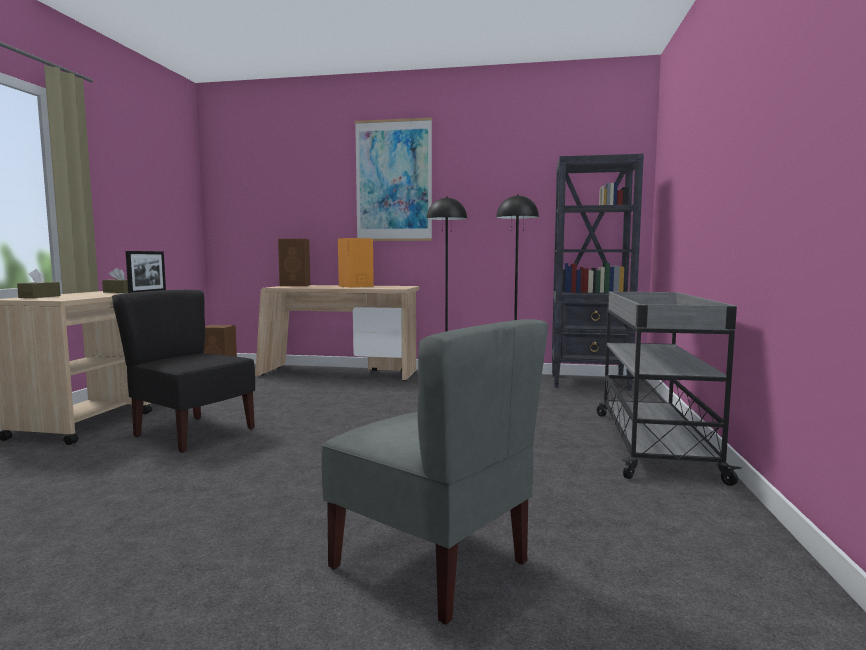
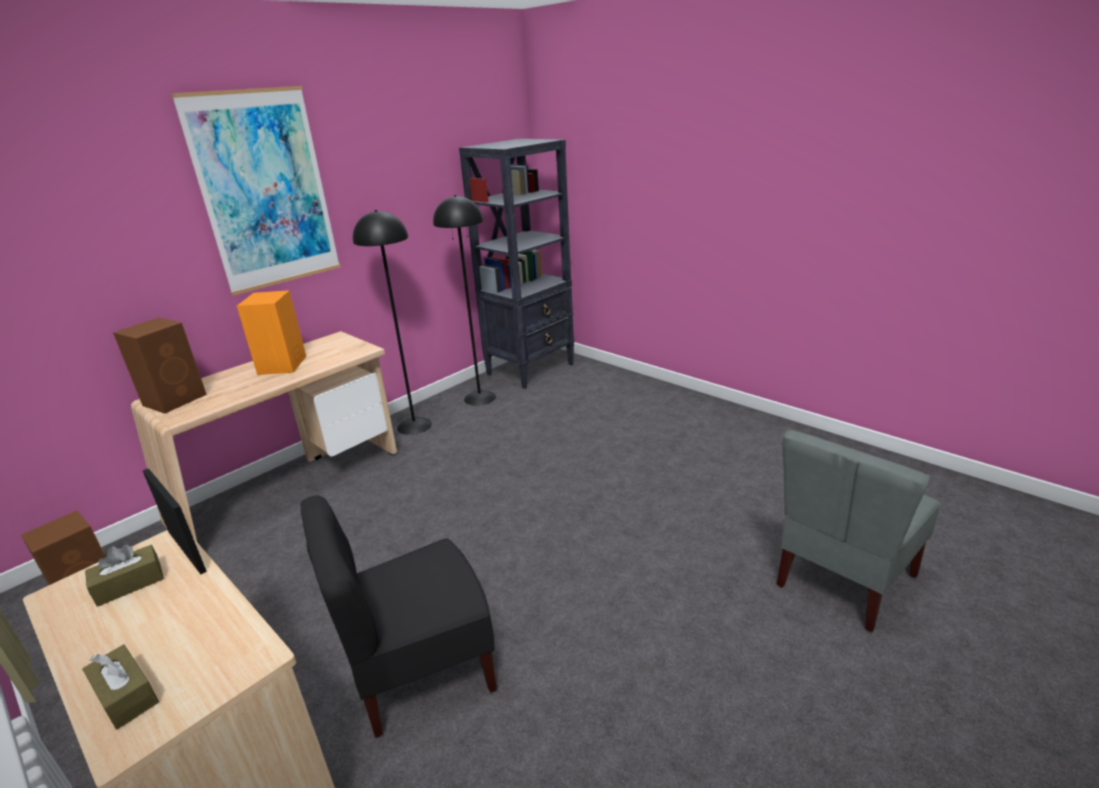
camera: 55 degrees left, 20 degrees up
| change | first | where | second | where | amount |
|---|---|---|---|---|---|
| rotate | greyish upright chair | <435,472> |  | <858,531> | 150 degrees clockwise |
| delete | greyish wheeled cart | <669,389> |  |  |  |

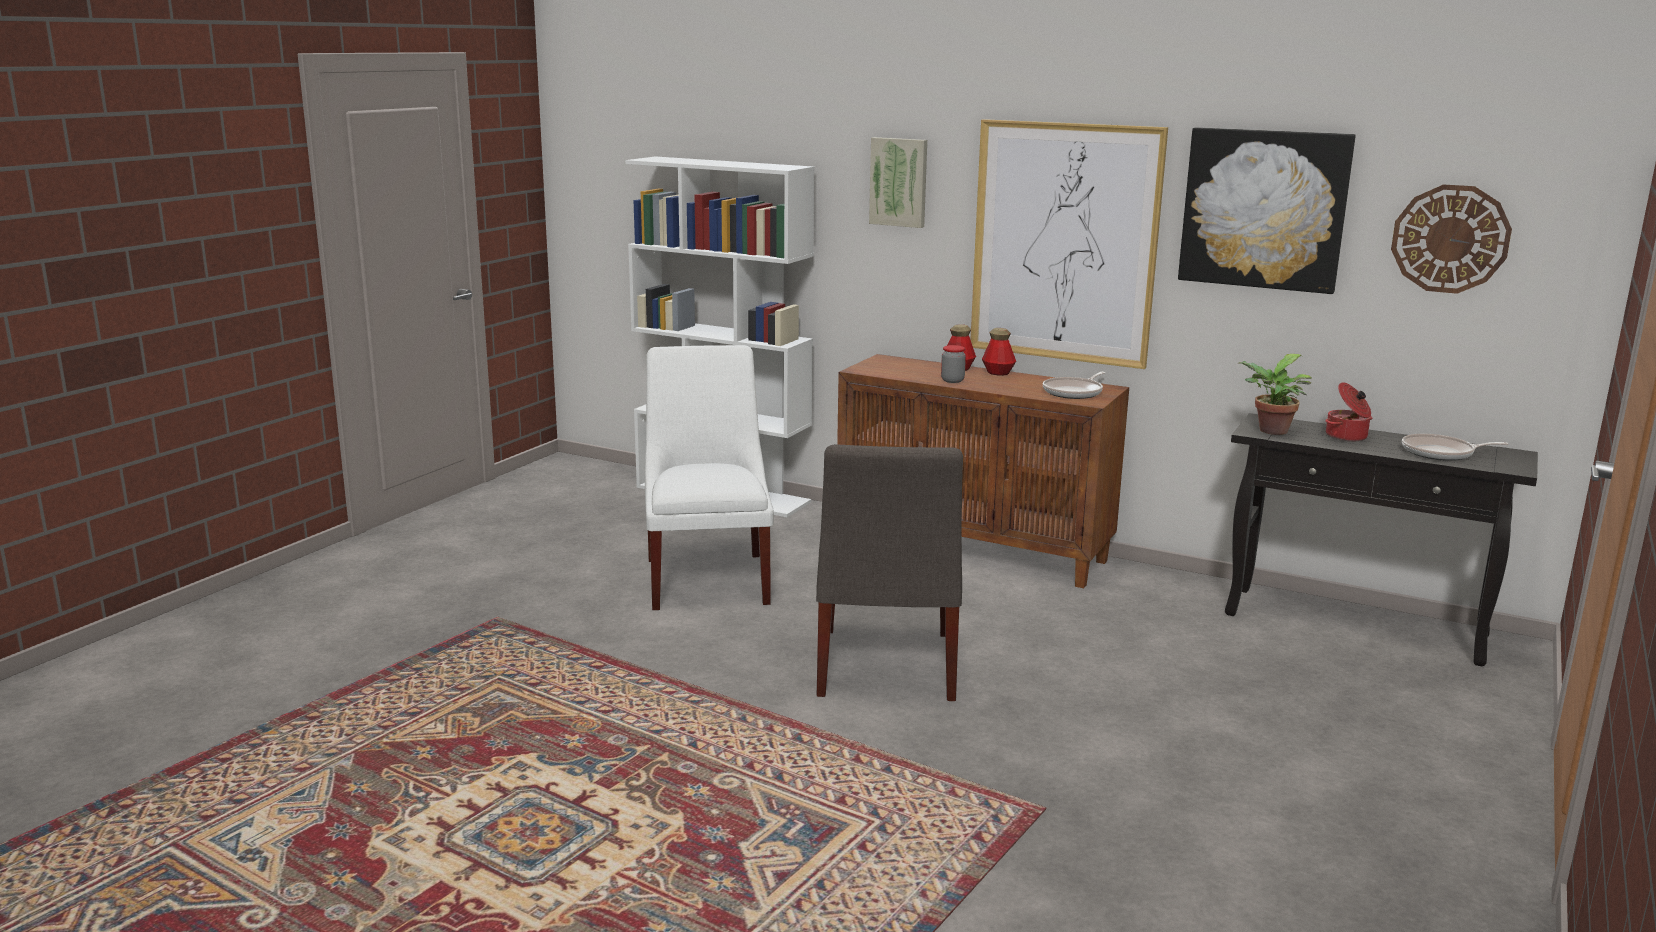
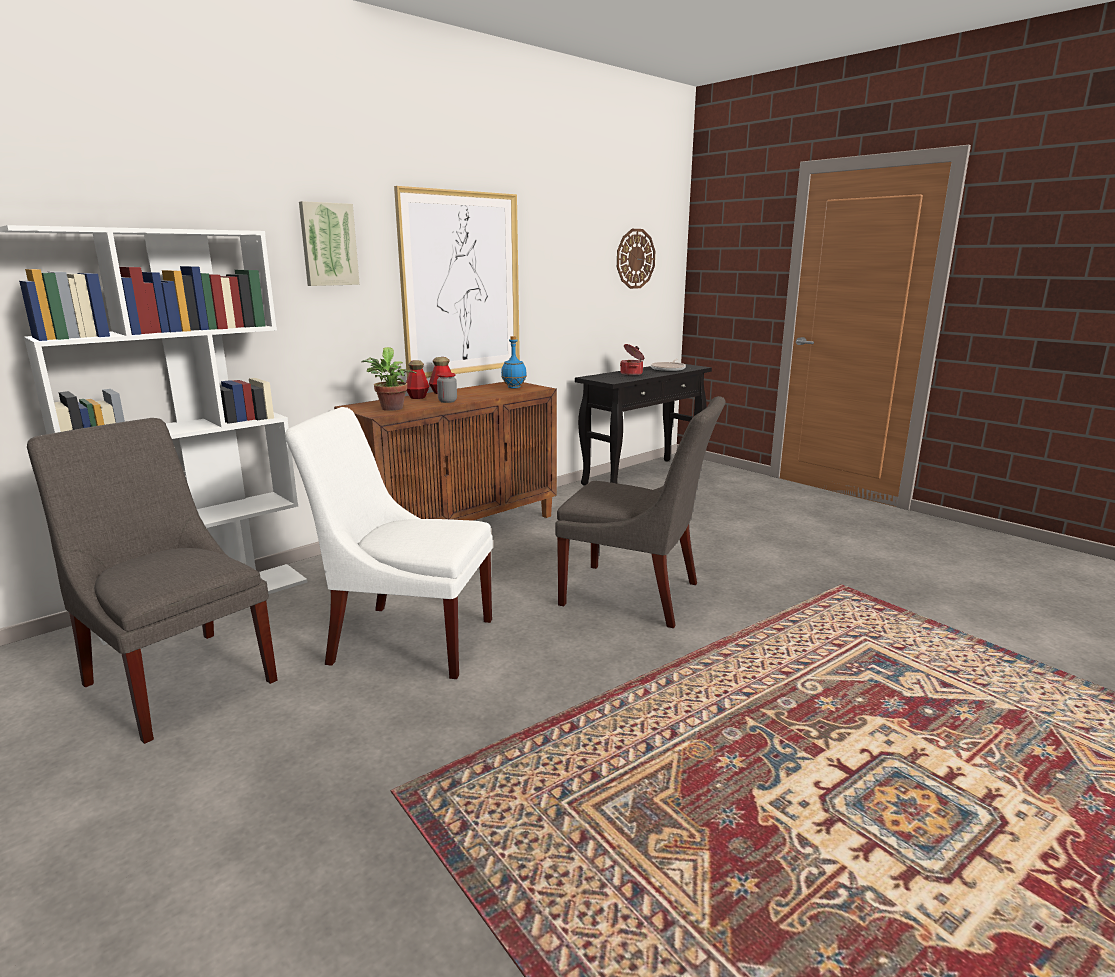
camera: 70 degrees left, 0 degrees up
| change | first | where | second | where | amount |
|---|---|---|---|---|---|
| replace | frying pan | <1074,385> | blue-coloured beverage bottle | <514,362> |  |
| delete | wall art | <1267,210> |  |  |  |
| move | plant in a pot | <1274,394> |  | <389,379> |  |
| insert |  |  | greyish upright chair | <152,581> |  |

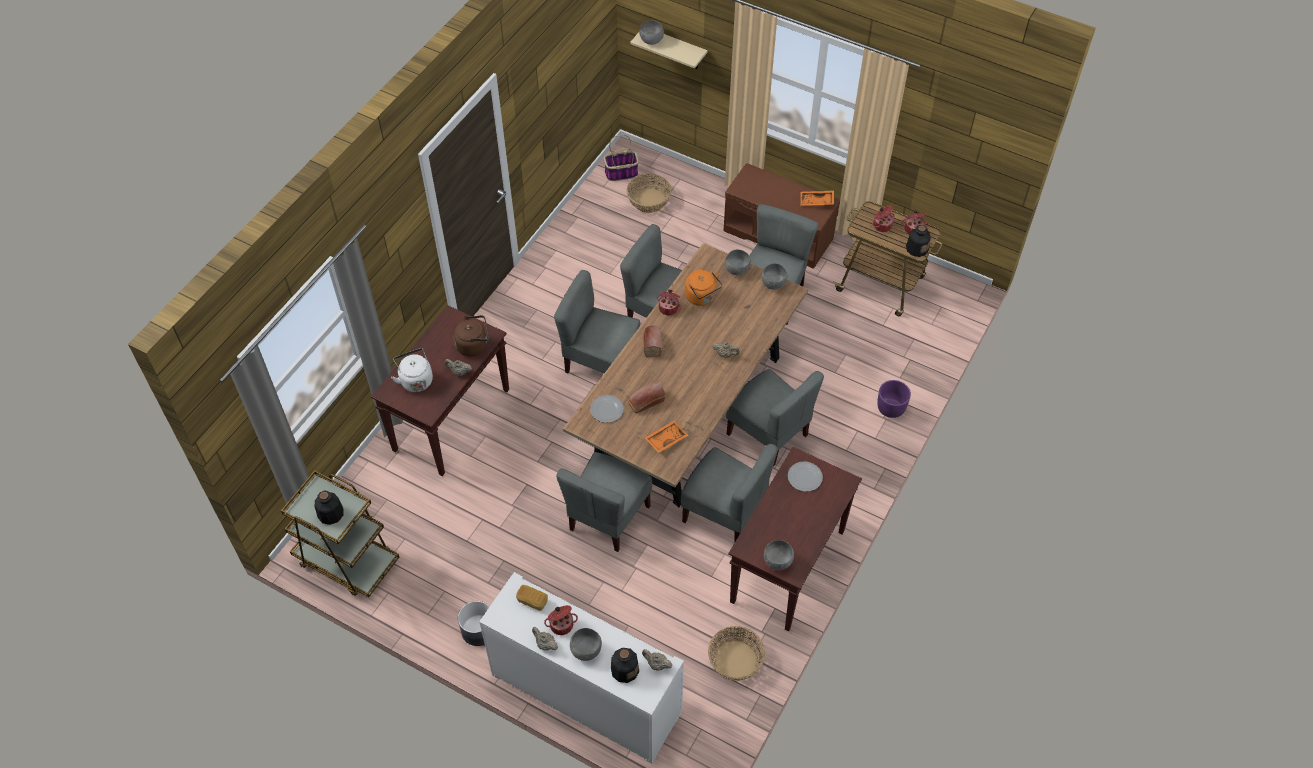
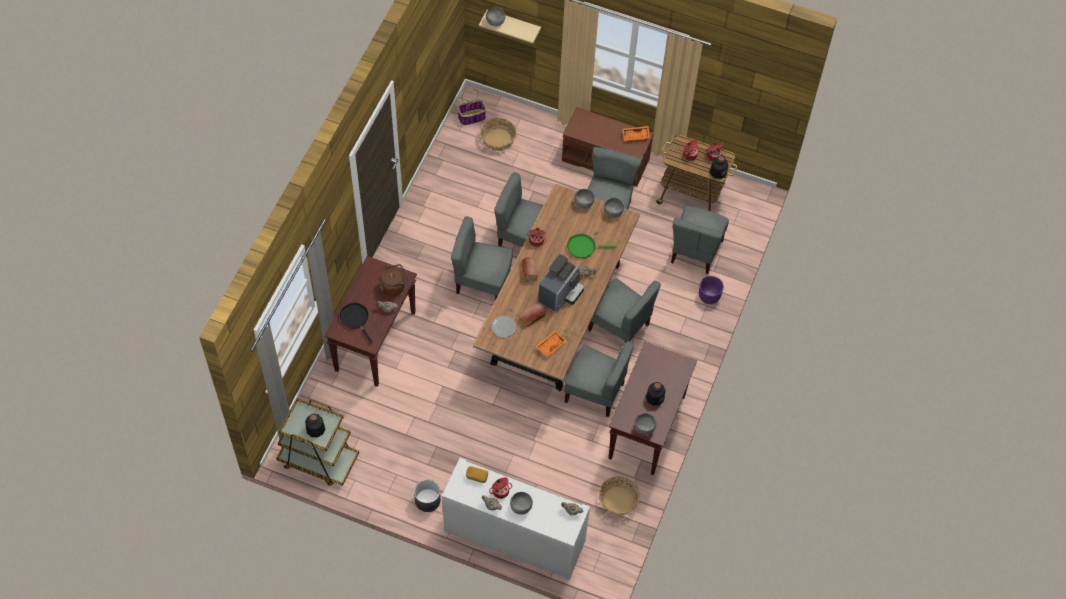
camera: 10 degrees left, 5 degrees up
| change | first | where | second | where | amount |
|---|---|---|---|---|---|
| replace | whitish tea kettle | <412,370> | blackish frying pan | <356,323> |  |
| move | greyish upright chair | <604,502> |  | <700,240> |  |
| move | beverage bottle | <625,665> |  | <655,393> |  |
| delete | orange-coloured tea kettle | <703,288> |  |  |  |
| delete | flat dish | <805,477> |  |  |  |
| insert |  |  | coffee machine | <561,283> |  |
| insert |  |  | green frying pan | <591,246> |  |

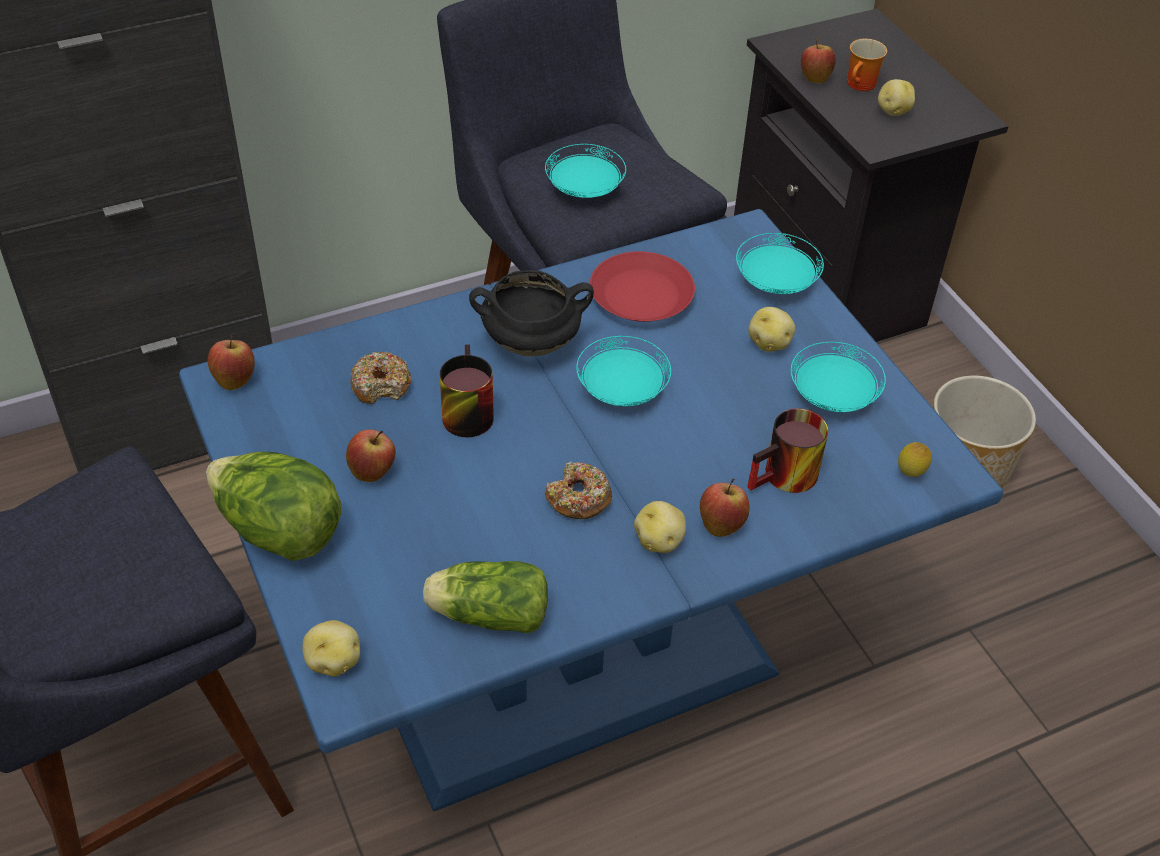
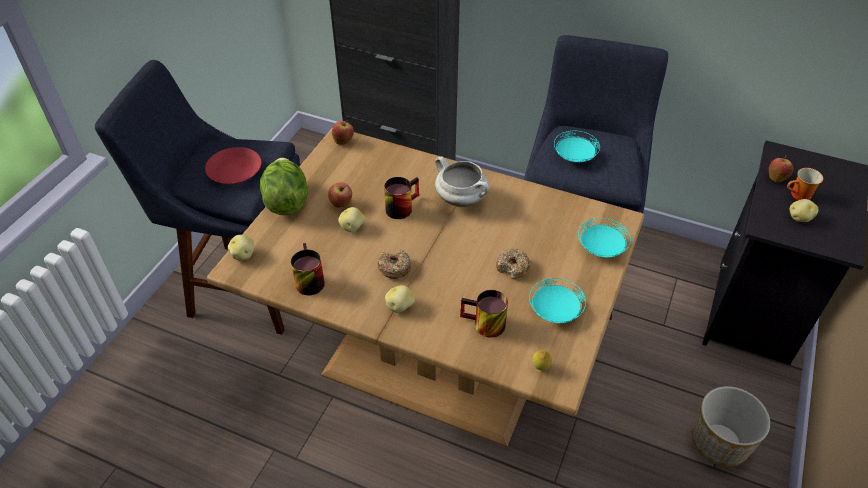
camera: 50 degrees right, 0 degrees up
| change | first | where | second | where | amount |
|---|---|---|---|---|---|
| recolor | blue-coloured kitchen table | <591,510> | brownish kitchen table | <425,287> |  |
| move | donut | <380,378> |  | <513,263> |  |
| replace | lettuce | <485,597> | coffee mug | <308,269> |  |
| recolor | blackish saucepot | <531,313> | whitish saucepot | <462,181> |  |
| delete | blue-green flat dish | <623,371> |  |  |  |
| move | reddish flat dish | <642,286> |  | <233,165> |  |
| delete | apple fruit | <725,508> |  |  |  |
| move | potato | <771,329> |  | <351,219> |  |

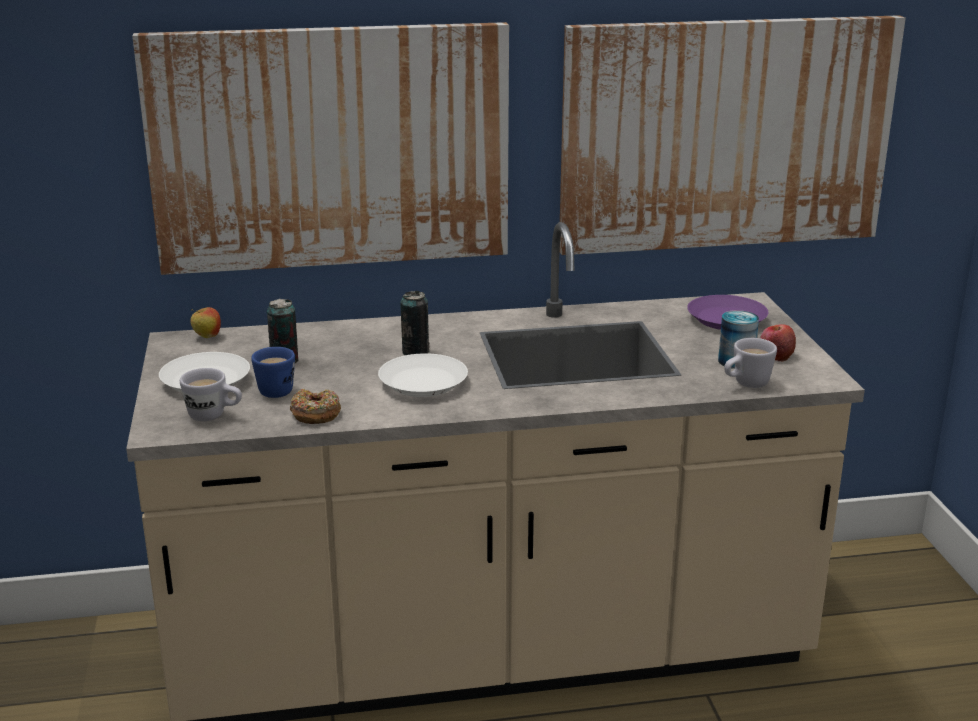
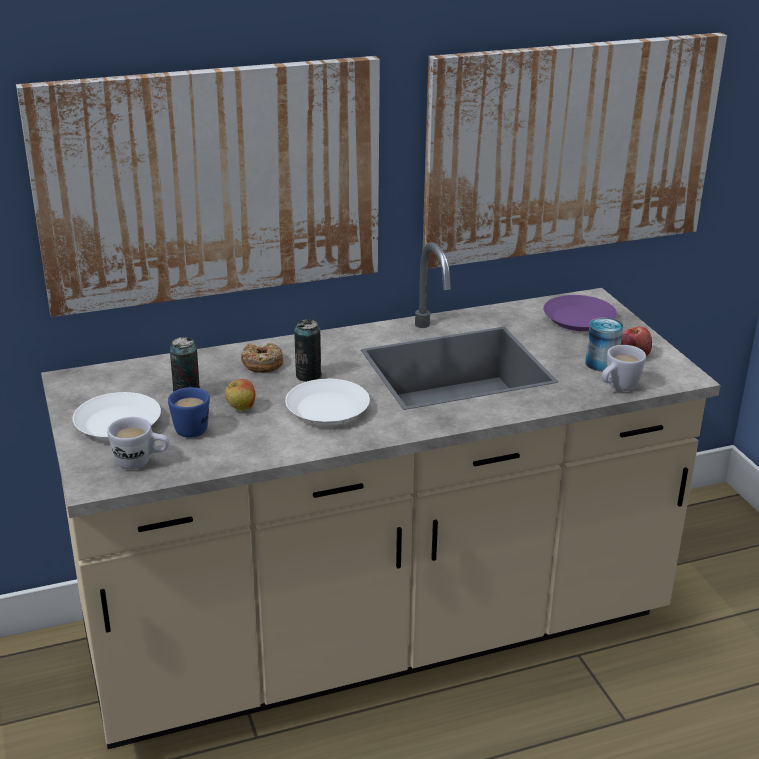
camera: 10 degrees left, 5 degrees up
| change | first | where | second | where | amount |
|---|---|---|---|---|---|
| move | apple fruit | <205,322> |  | <240,395> |  |
| move | donut | <315,406> |  | <262,358> |  |

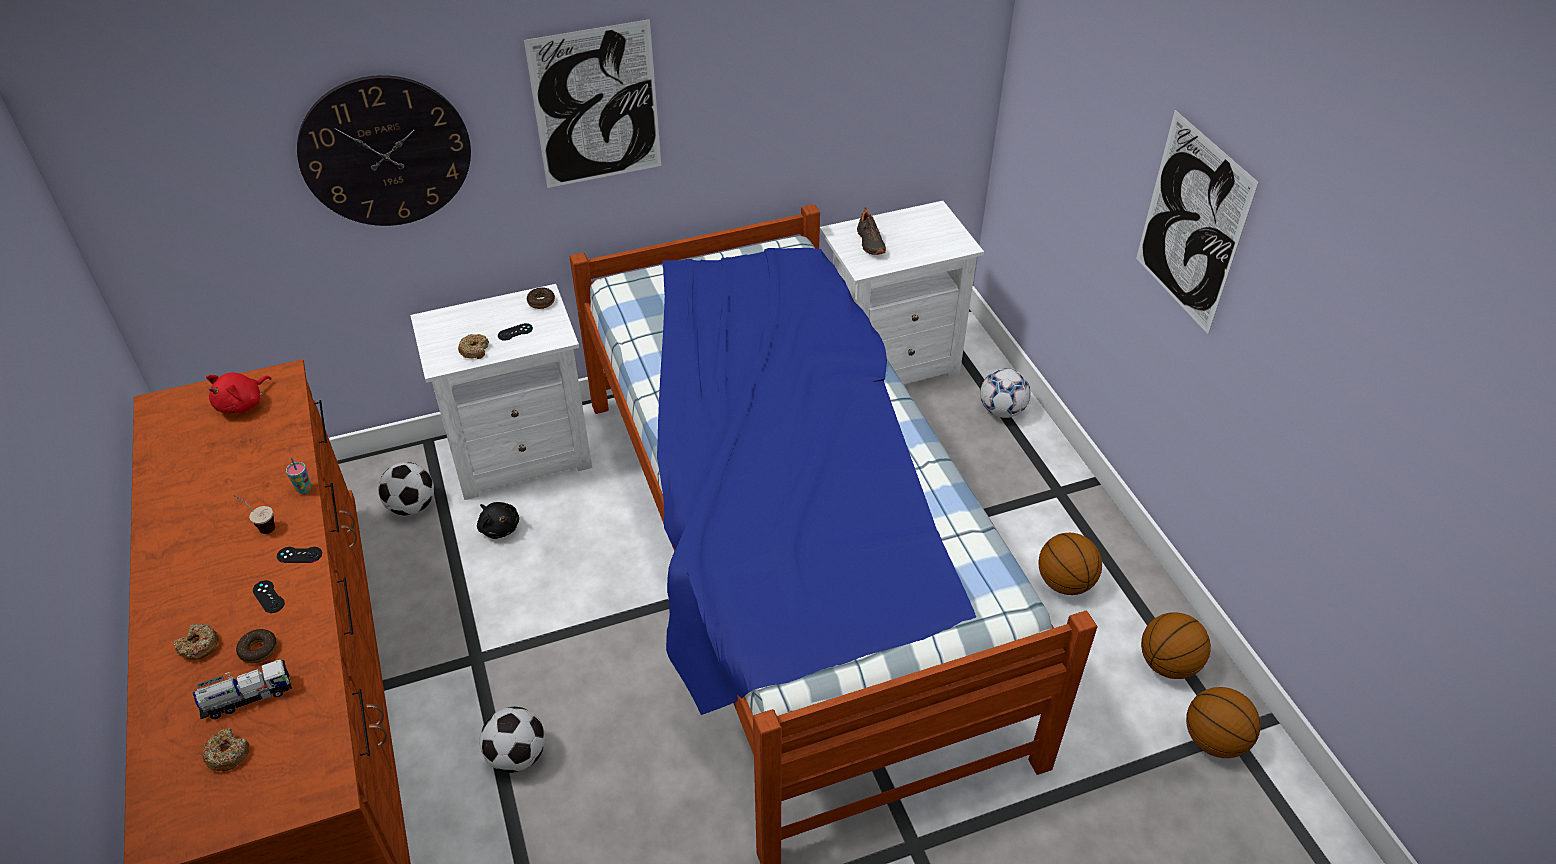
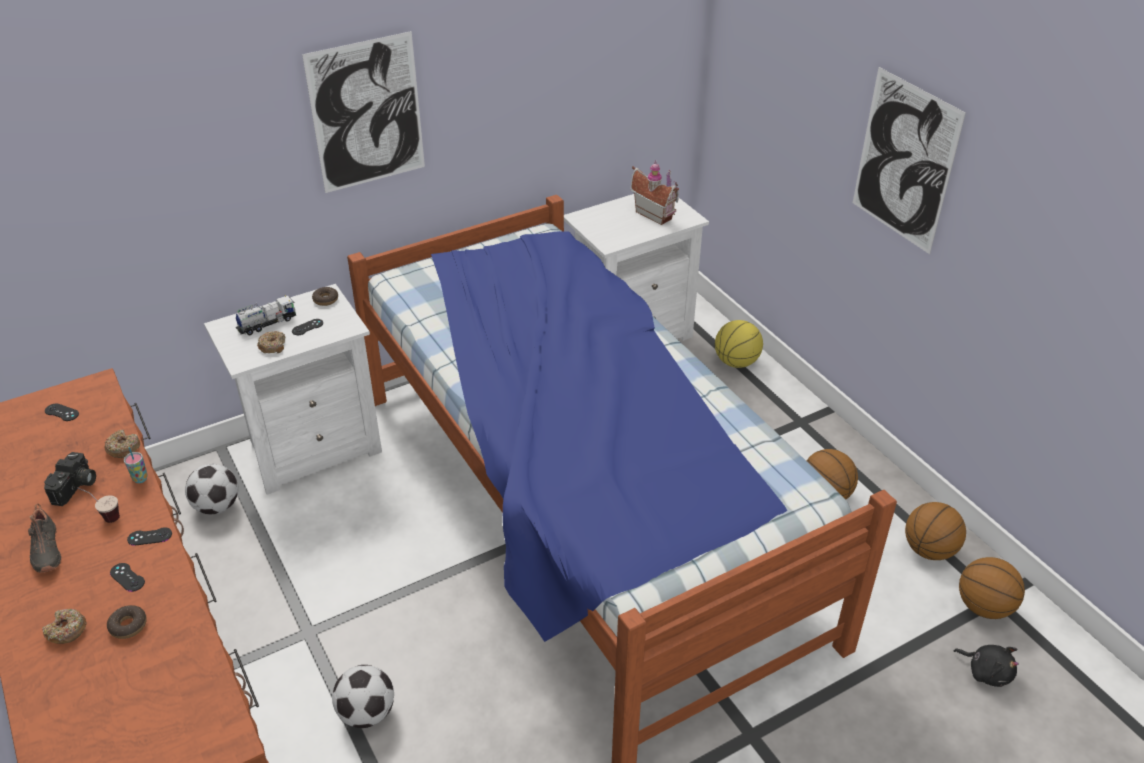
camera: 10 degrees left, 5 degrees down
| change | first | where | second | where | amount |
|---|---|---|---|---|---|
| move | model truck | <242,689> |  | <266,315> |  |
| move | donut | <226,749> |  | <122,444> |  |
| replace | reddish cuddly toy | <238,393> | blackish gamepad | <62,412> |  |
| delete | clock on the wall | <384,150> |  |  |  |
| move | blackish cuddly toy | <498,520> |  | <986,666> |  |
| move | blackish item of footwear | <871,231> |  | <45,538> |  |
| replace | football | <1005,393> | ball for basketball | <739,344> |  |
| insert |  |  | still camera | <70,479> |  |
| insert |  |  | toy house | <654,192> |  |

